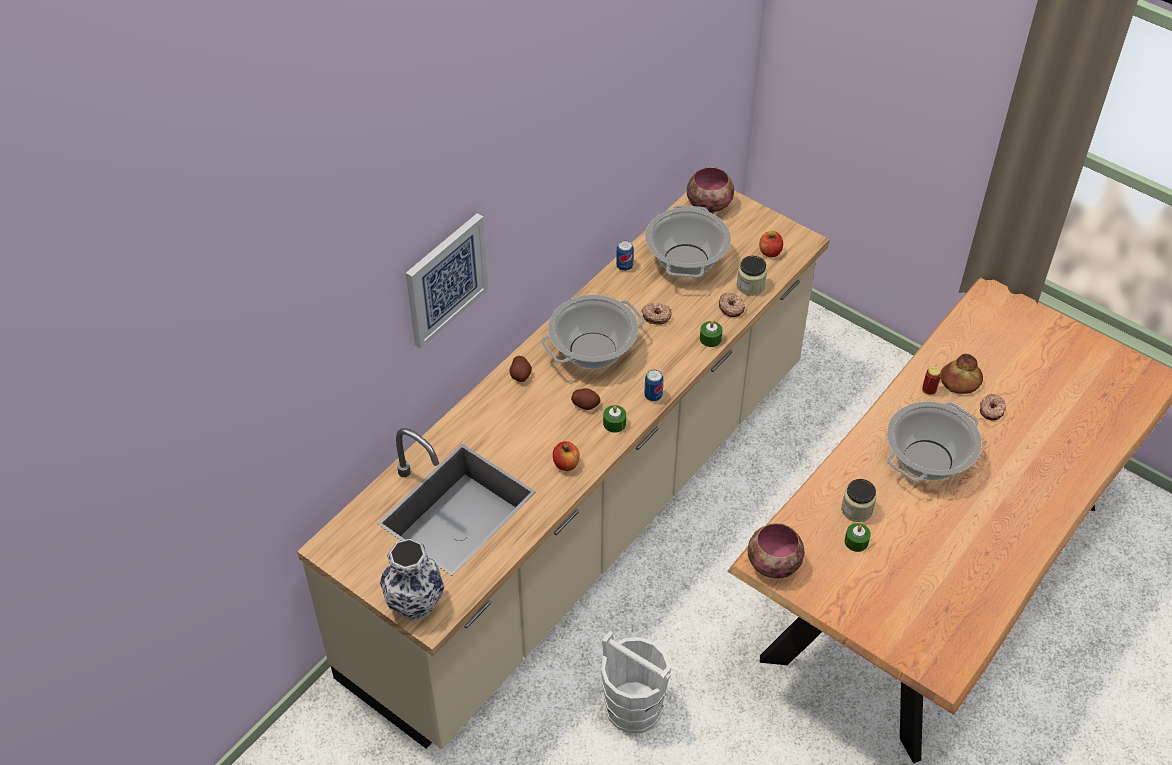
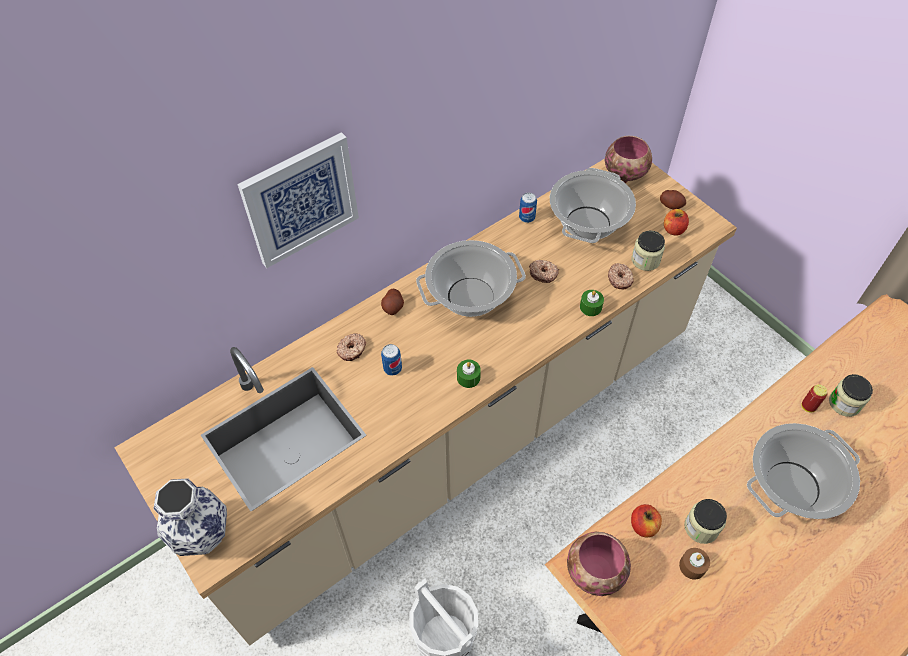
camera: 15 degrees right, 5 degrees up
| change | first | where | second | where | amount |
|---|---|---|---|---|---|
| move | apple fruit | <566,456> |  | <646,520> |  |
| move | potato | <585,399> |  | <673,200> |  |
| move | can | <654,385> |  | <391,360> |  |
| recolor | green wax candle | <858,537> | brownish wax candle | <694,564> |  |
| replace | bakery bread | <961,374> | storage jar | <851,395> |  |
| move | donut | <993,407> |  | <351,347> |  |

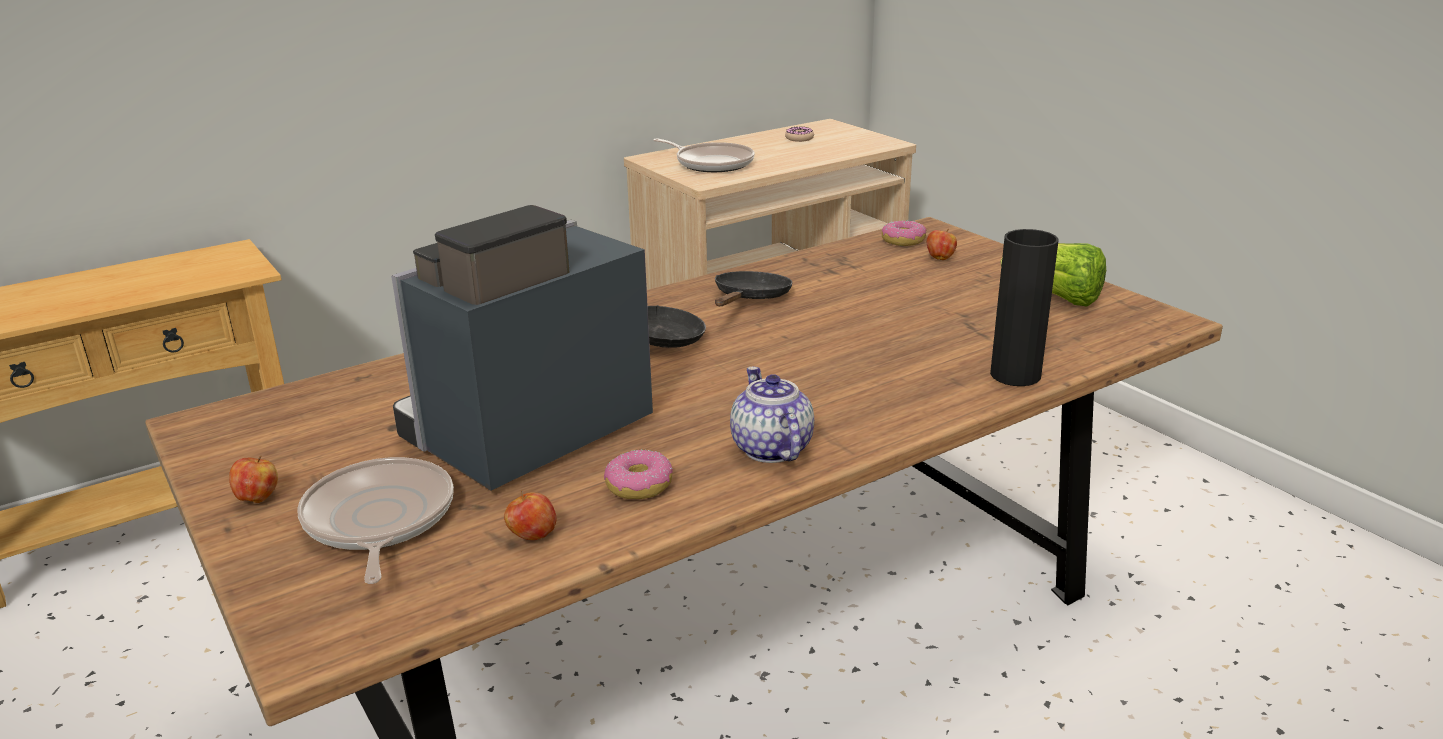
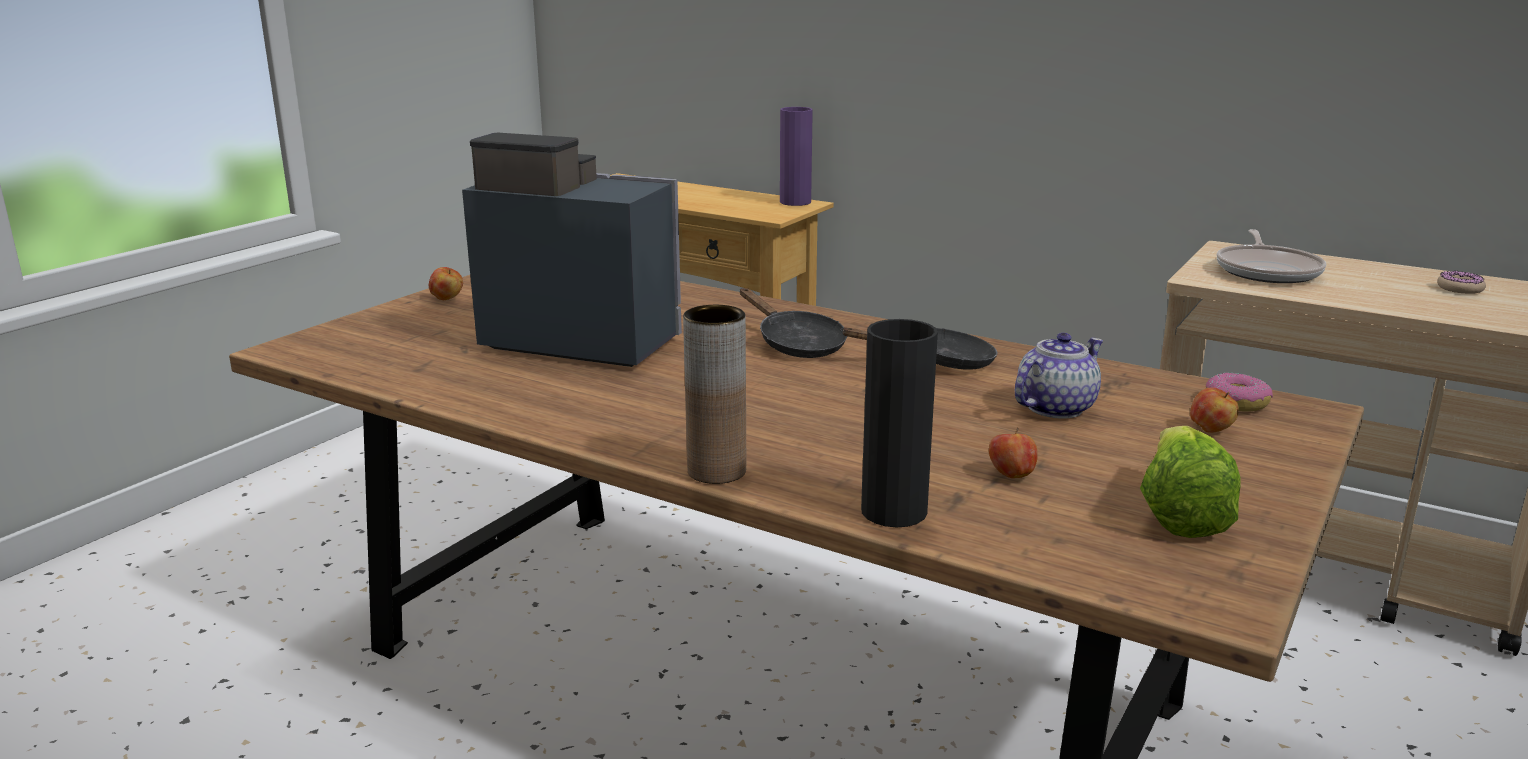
camera: 65 degrees right, 5 degrees down
| change | first | where | second | where | amount |
|---|---|---|---|---|---|
| delete | frying pan | <375,520> |  |  |  |
| move | apple fruit | <530,515> |  | <1013,452> |  |
| delete | donut | <638,474> |  |  |  |
| move | pot for tea | <772,414> |  | <1059,376> |  |
| insert |  |  | brownish decorative vase | <714,394> |  |
| insert |  |  | purple-coloured decorative vase | <796,156> |  |

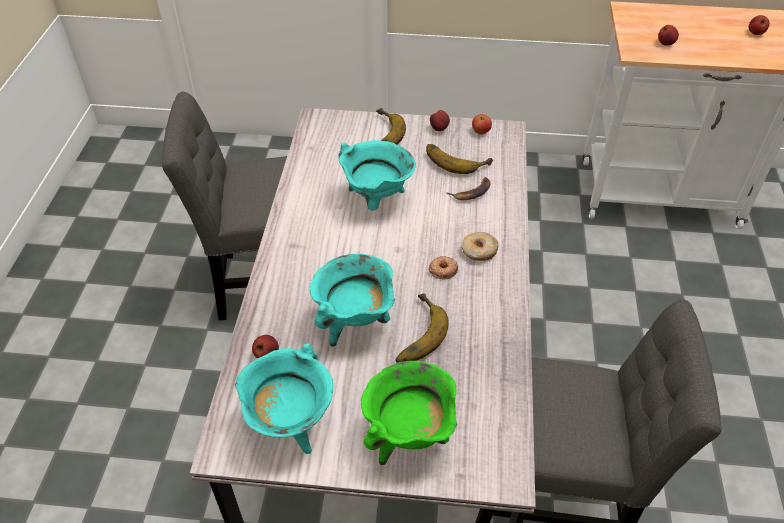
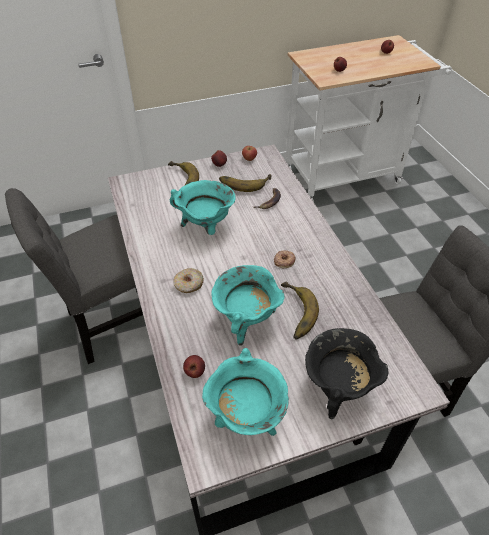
camera: 25 degrees left, 0 degrees up
| change | first | where | second | where | amount |
|---|---|---|---|---|---|
| recolor | green saucepot | <409,413> | blackish saucepot | <347,373> |  |
| move | donut | <479,246> |  | <188,280> |  |

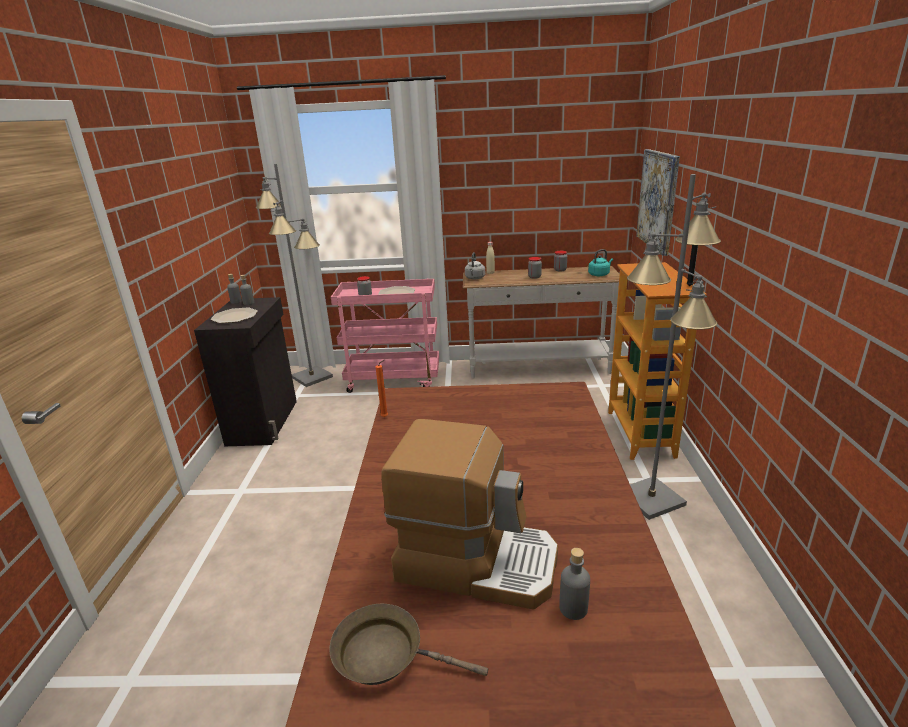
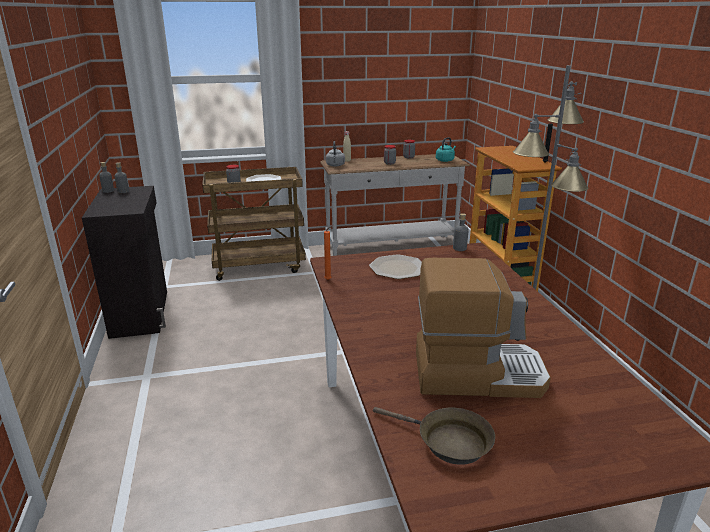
camera: 15 degrees left, 0 degrees up
| change | first | where | second | where | amount |
|---|---|---|---|---|---|
| move | flat dish | <234,315> |  | <395,266> |  |
| delete | greyish floor lamp | <294,275> |  |  |  |
| rotate | brownish frying pan | <408,644> |  | <434,436> | 150 degrees counterclockwise |
| recolor | pink-coloured wheeled cart | <385,336> | brownish wheeled cart | <254,224> |  |
| move | greyish beverage bottle | <574,584> |  | <461,232> |  |
| delete | wall art | <658,202> |  |  |  |

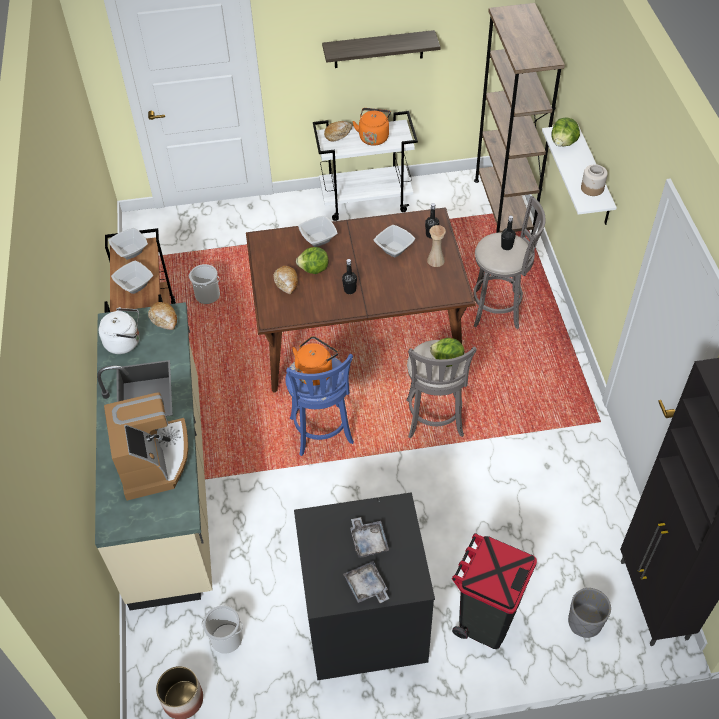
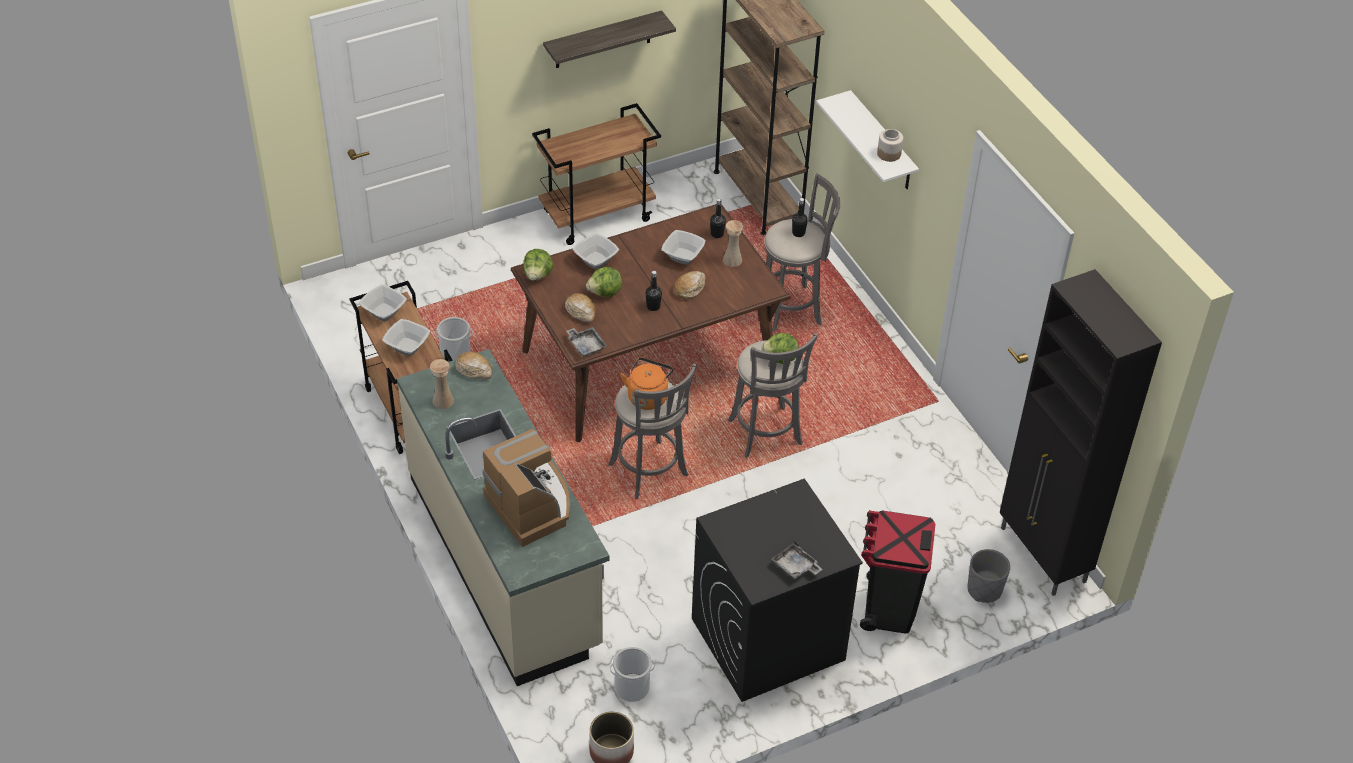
camera: 20 degrees left, 5 degrees down
| change | first | where | second | where | amount |
|---|---|---|---|---|---|
| replace | whitish tea kettle | <119,330> | beige decorative vase | <442,384> |  |
| recolor | blue-coloured stool | <319,405> | greyish stool | <652,432> |  |
| recolor | whitish wheeled cart | <365,166> | brownish wheeled cart | <596,174> |  |
| move | bakery bread | <338,131> |  | <689,285> |  |
| move | greyish carrying tray | <369,537> |  | <586,342> |  |
| delete | orange-coloured tea kettle | <371,127> |  |  |  |
| move | lettuce | <565,132> |  | <538,265> |  |

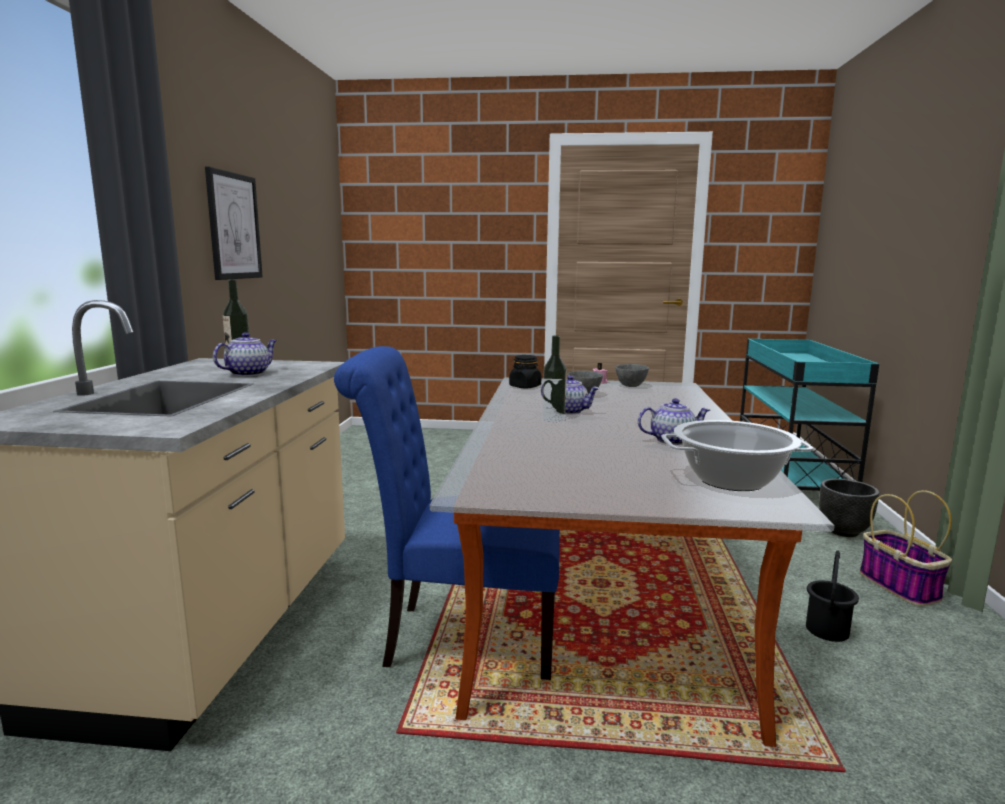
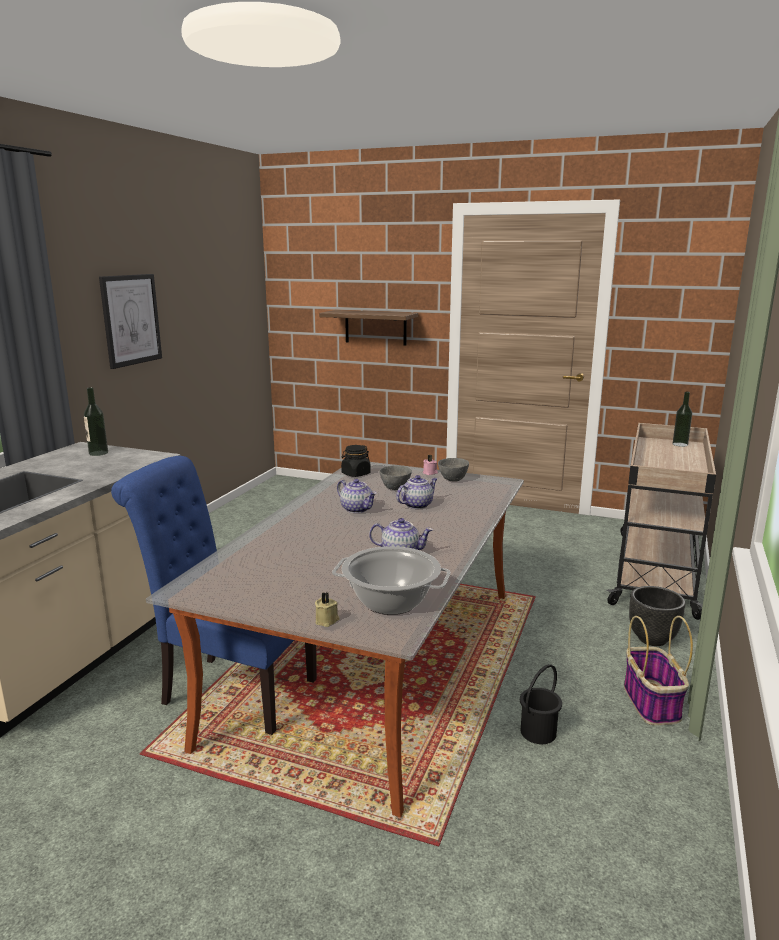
camera: 15 degrees right, 5 degrees up
| change | first | where | second | where | amount |
|---|---|---|---|---|---|
| move | pot for tea | <245,354> |  | <417,492> |  |
| move | beverage bottle | <554,378> |  | <682,419> |  |
| recolor | blue-green wheeled cart | <809,415> | beige wheeled cart | <661,521> |  |
| insert |  |  | beige wax candle | <327,609> |  |
| insert |  |  | bracket shelf | <368,328> |  |

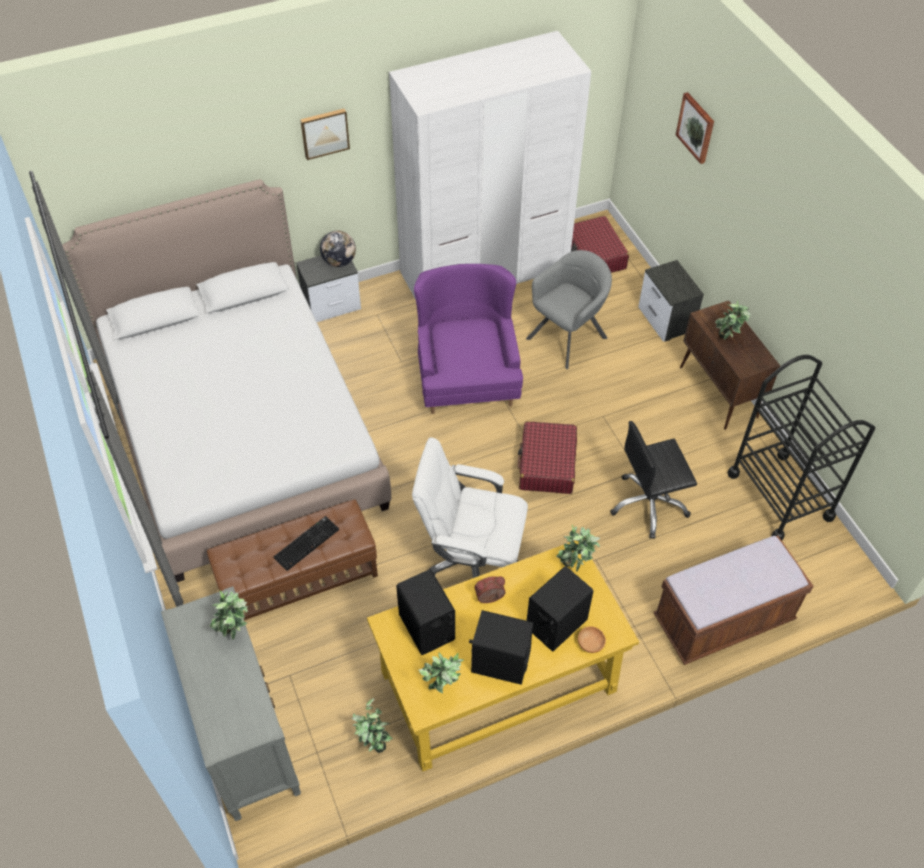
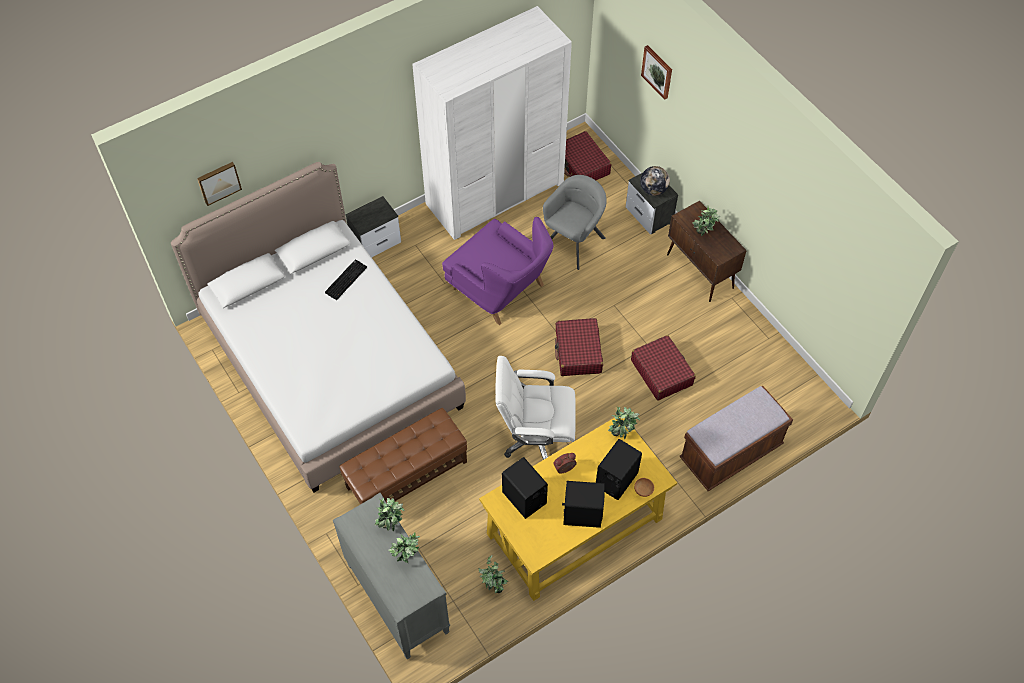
camera: 10 degrees left, 5 degrees up
| change | first | where | second | where | amount |
|---|---|---|---|---|---|
| move | computer keyboard | <306,543> |  | <346,279> |  |
| move | wall art | <325,134> |  | <219,184> |  |
| move | world globe | <338,249> |  | <655,181> |  |
| rotate | purple-coloured lounge chair | <468,339> |  | <497,271> | 150 degrees clockwise |
| move | plant in a pot | <441,673> |  | <404,547> |  |
| replace | blackish office chair | <653,480> | reddish suitcase | <663,368> |  |
| delete | blackish wheeled cart | <801,447> |  |  |  |

